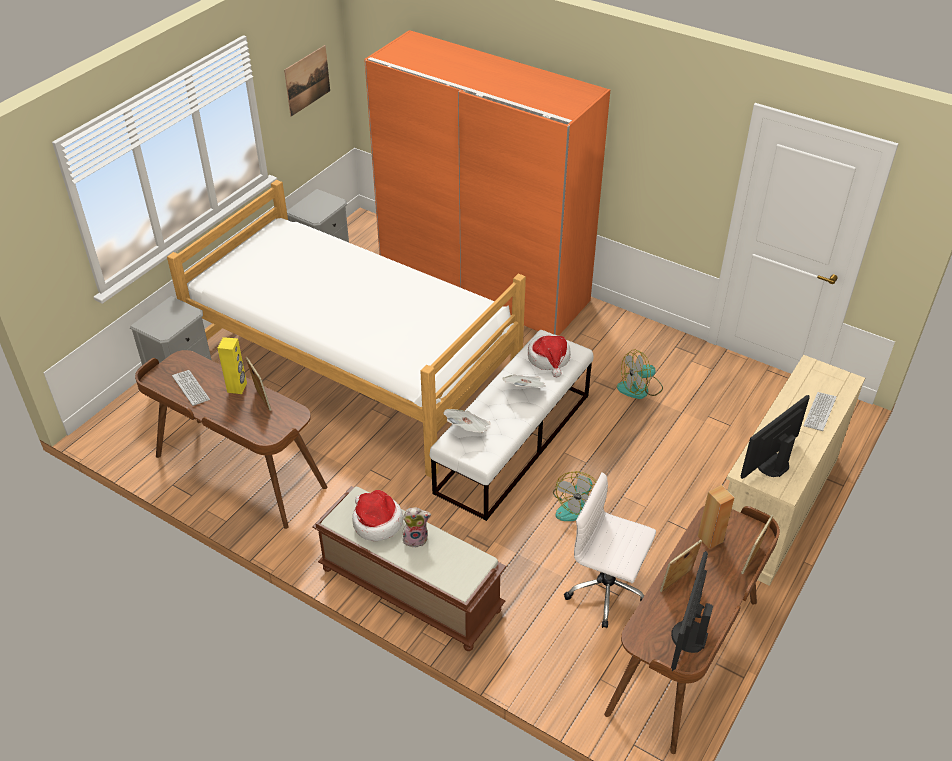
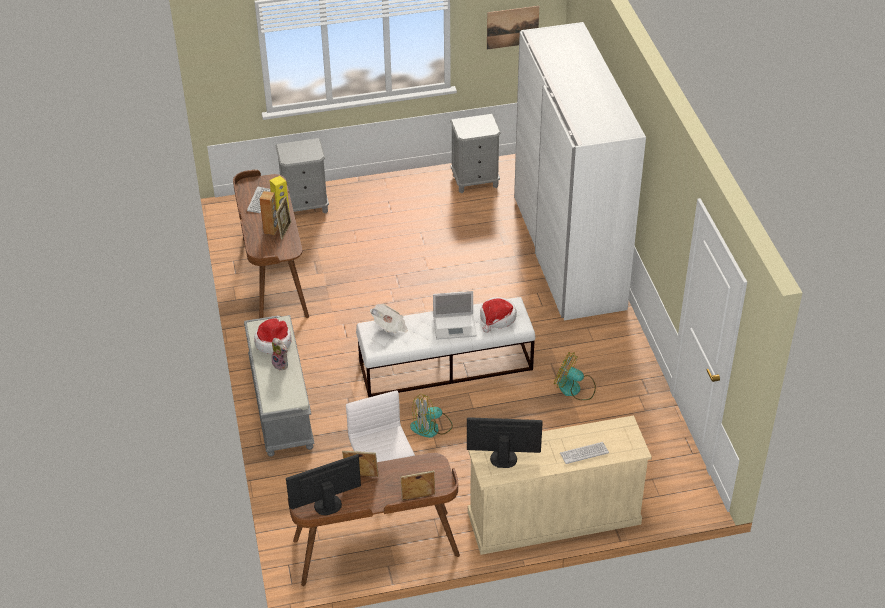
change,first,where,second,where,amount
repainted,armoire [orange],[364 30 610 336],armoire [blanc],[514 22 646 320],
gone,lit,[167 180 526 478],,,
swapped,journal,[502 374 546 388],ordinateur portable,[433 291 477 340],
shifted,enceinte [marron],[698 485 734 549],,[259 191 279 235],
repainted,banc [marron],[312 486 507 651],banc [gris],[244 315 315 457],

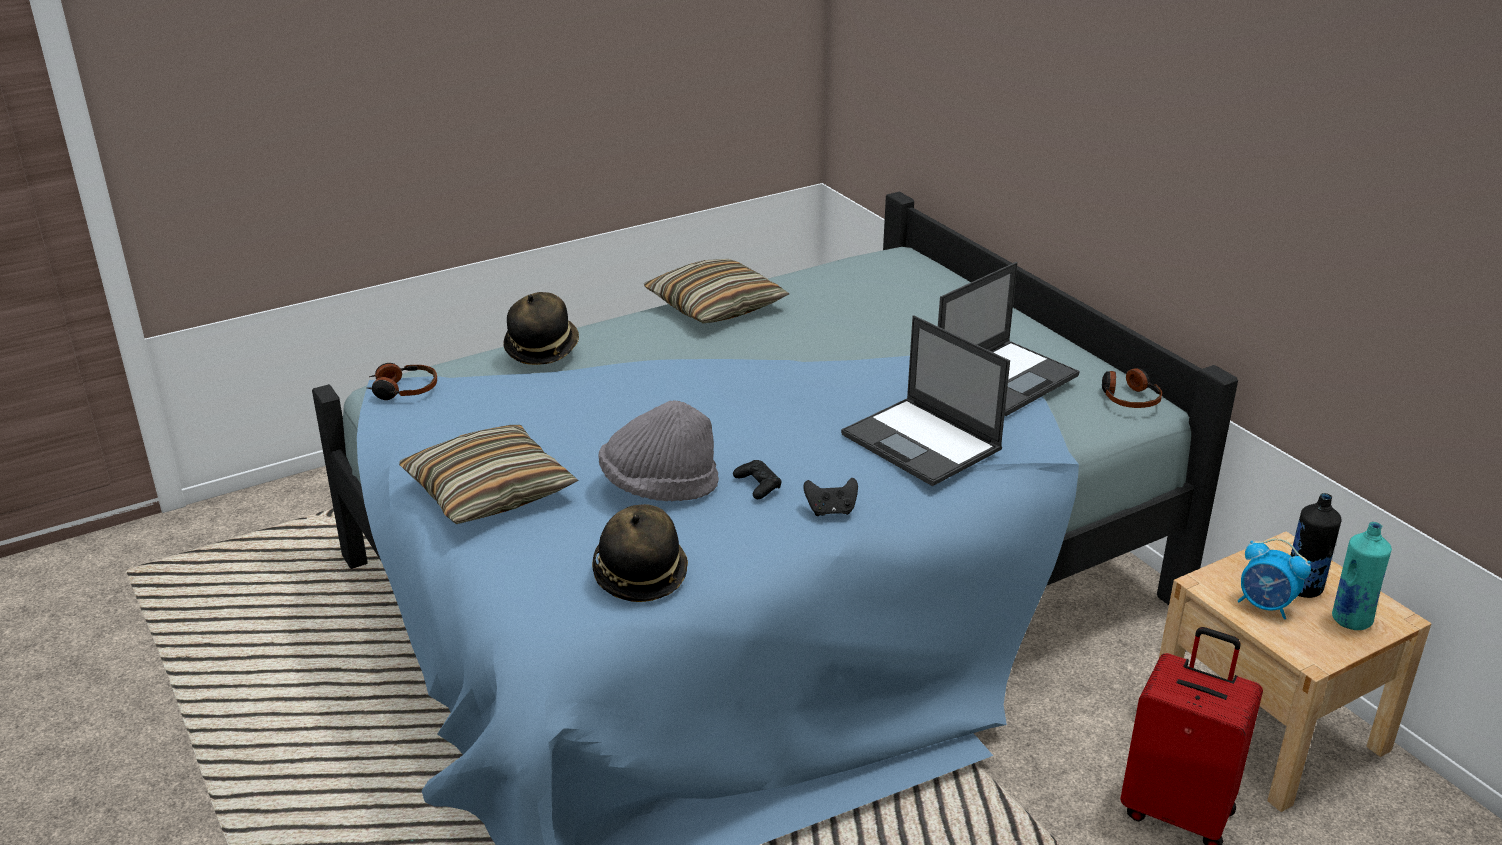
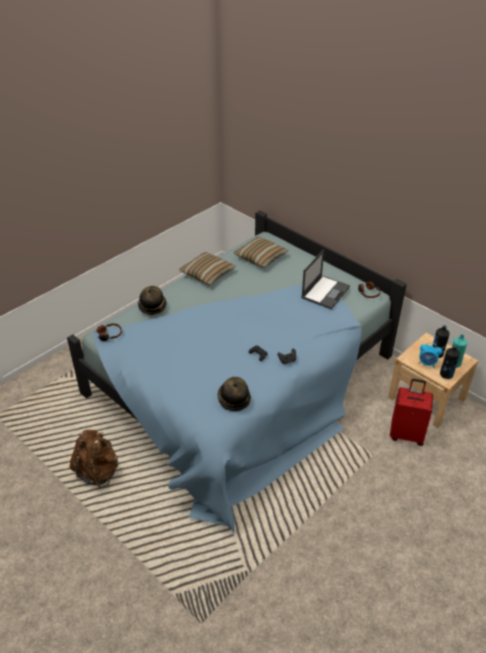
change,first,where,second,where,amount
gone,ordinateur portable,[841 315 1010 486],,,
gone,chapeau [gris],[599 400 719 501],,,
shifted,coussin,[399 425 579 524],,[234 237 288 268],
new,,,bouteille [noir],[440 345 460 379],
new,,,sac à dos [marron],[70 430 118 488],

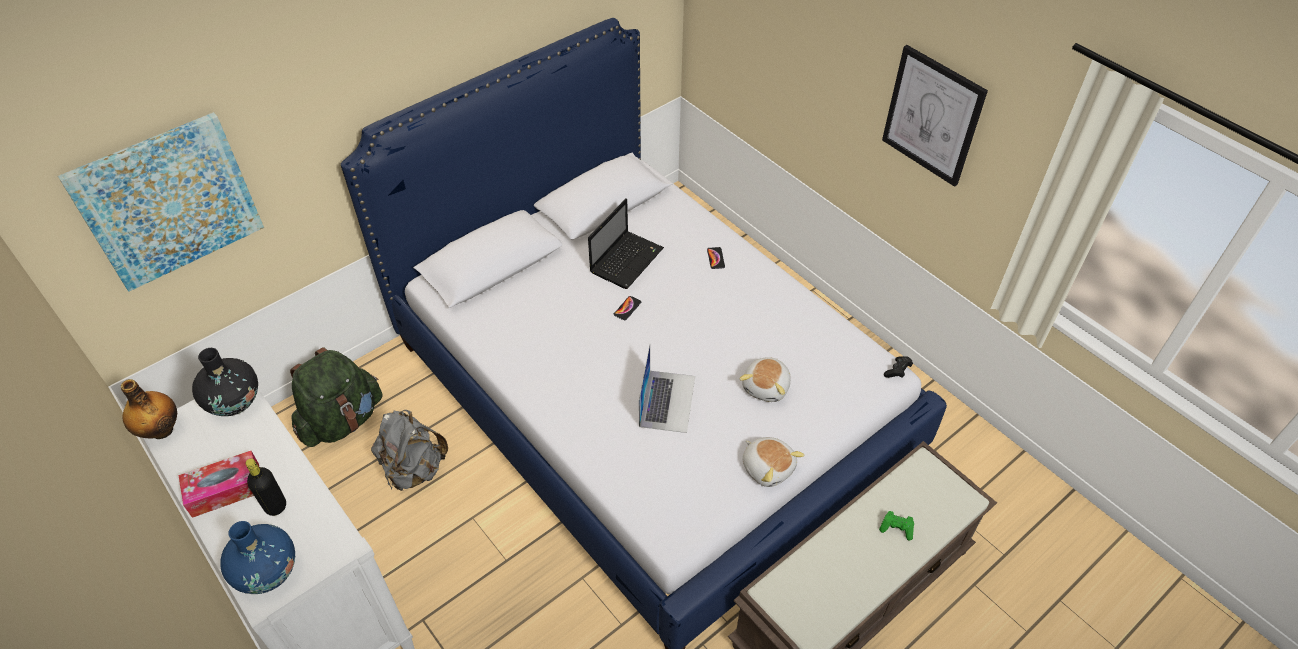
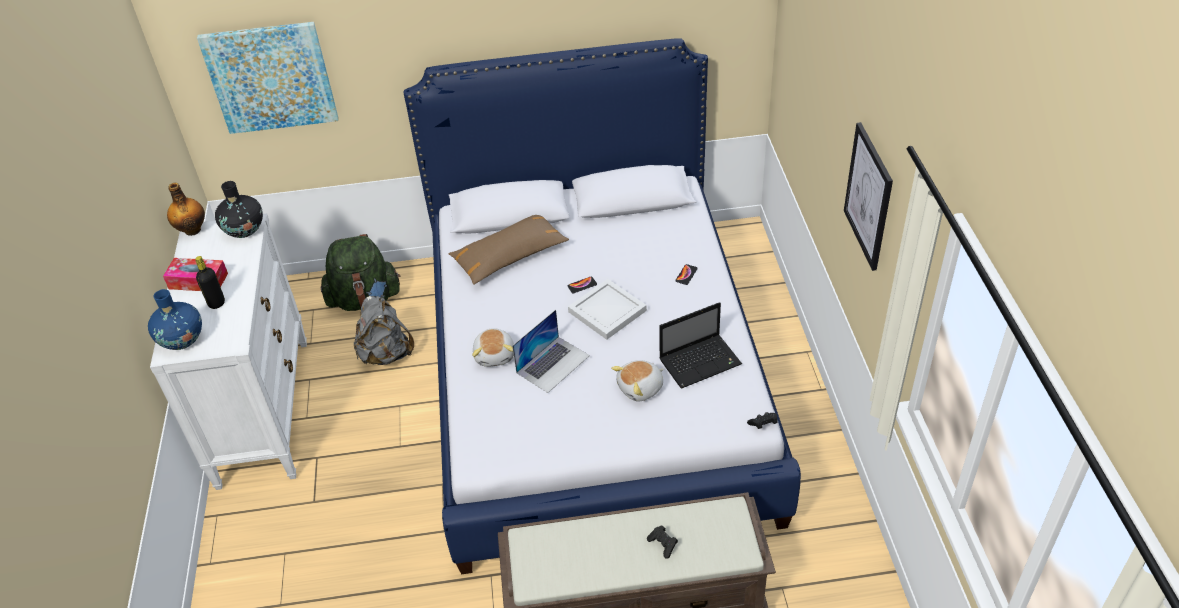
change,first,where,second,where,amount
shifted,ordinateur portable,[588 199 664 289],,[659 302 742 388],
shifted,peluche,[743 437 805 487],,[472 328 514 367],
repainted,manette [vert],[879 511 914 540],manette [noir],[647 525 678 559],
new,,,coussin [marron],[449 215 569 285],
new,,,plateau [blanc],[568 279 647 340],

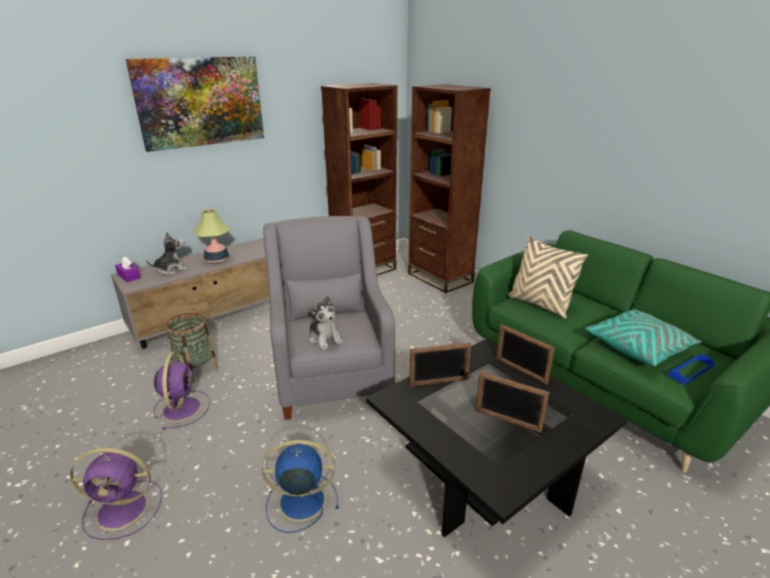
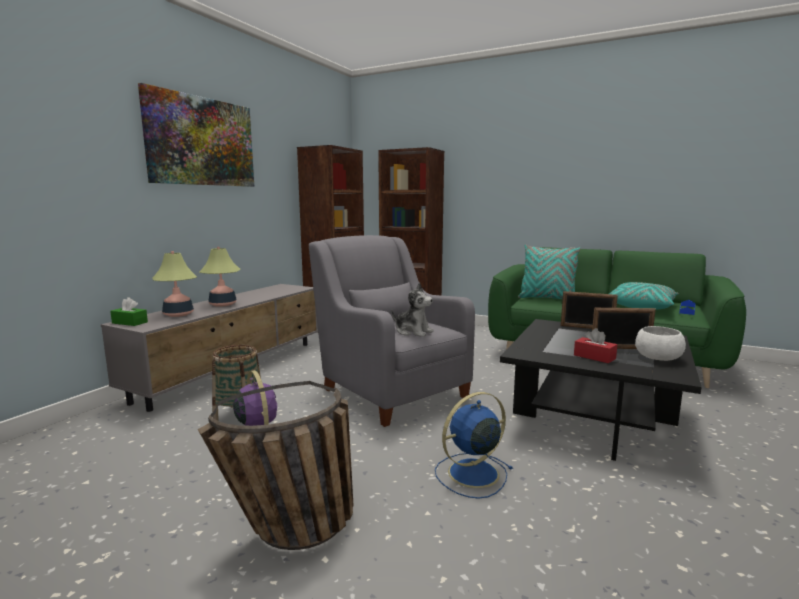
change,first,where,second,where,amount
swapped,peluche,[146 232 188 275],lampe de table,[152 251 197 317],
repainted,coussin [beige],[508 236 588 318],coussin [turquoise],[518 245 581 299],
repainted,boîte à mouchoirs [violet],[115 257 140 282],boîte à mouchoirs [vert],[110 297 148 326],
gone,cadre photo,[409 342 471 387],,,
swapped,ventilateur [violet],[70 448 162 540],panier,[198 381 354 550],
new,,,bol [blanc],[635 326 686 361],
new,,,boîte à mouchoirs [rouge],[574 328 617 363],

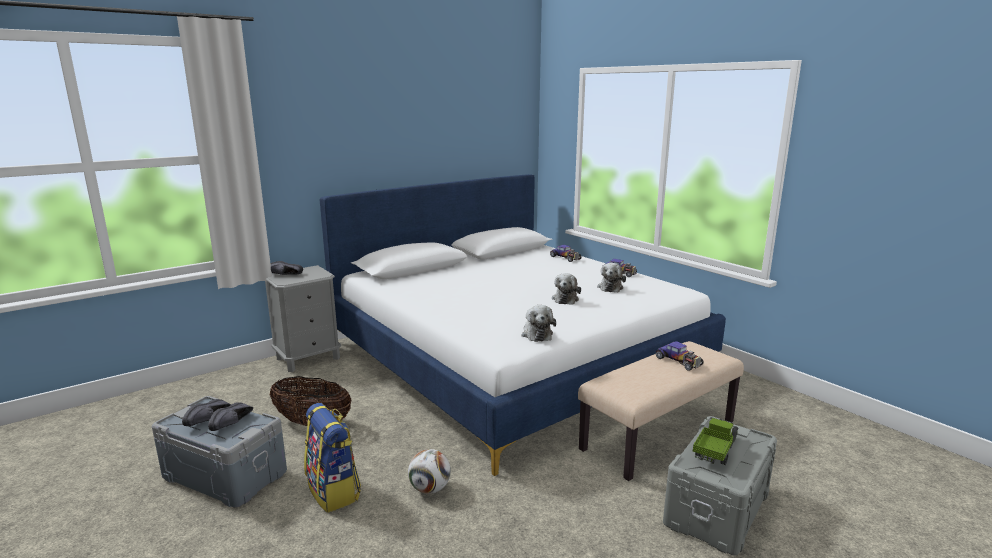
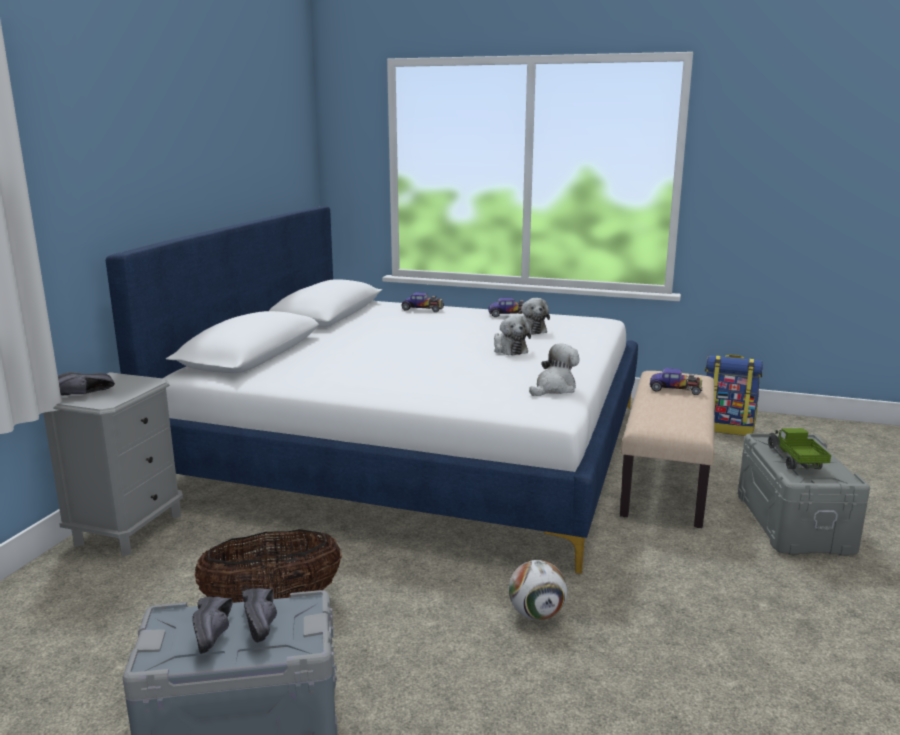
change,first,where,second,where,amount
rotated,peluche,[521 305 556 342],,[529 343 579 396],90 degrees counterclockwise
shifted,sac à dos,[304 403 361 513],,[705 355 763 436],

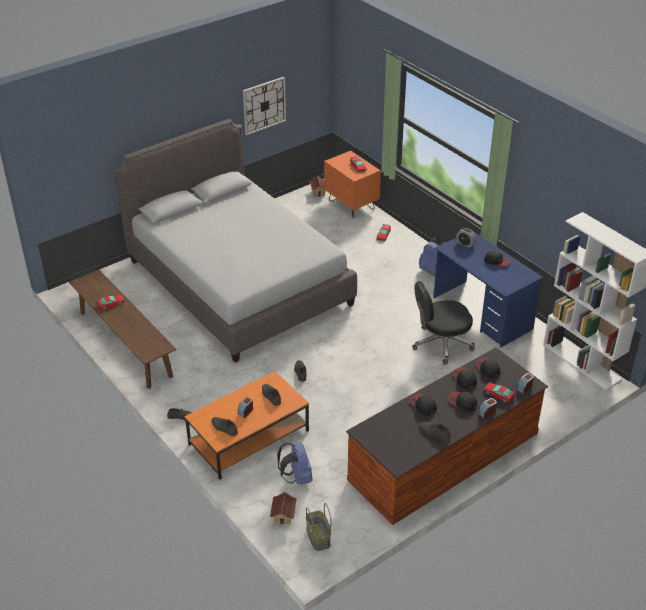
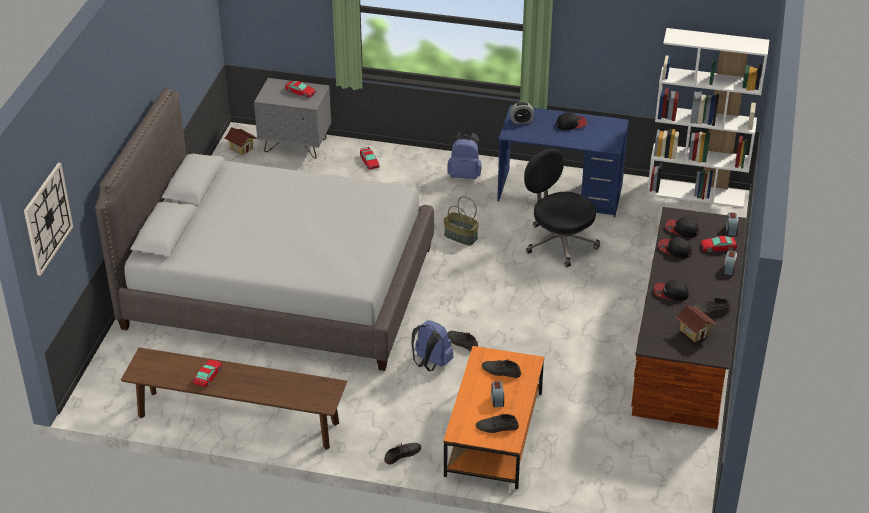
change,first,where,second,where,amount
shifted,horloge murale,[243 77 286 136],,[24 163 73 276],
repainted,table de chevet [orange],[324 151 381 218],table de chevet [gris],[254 78 331 159],
rotated,chaise de bureau [noir],[412 281 475 365],,[524 148 600 267],105 degrees clockwise
gone,casquette,[448 391 477 412],,,
shifted,sac à dos [bleu],[277 442 313 484],,[412 320 453 371],
shifted,maison miniature,[270 492 297 525],,[676 305 717 342],
shifted,panier,[306 503 332 551],,[444 196 479 246],

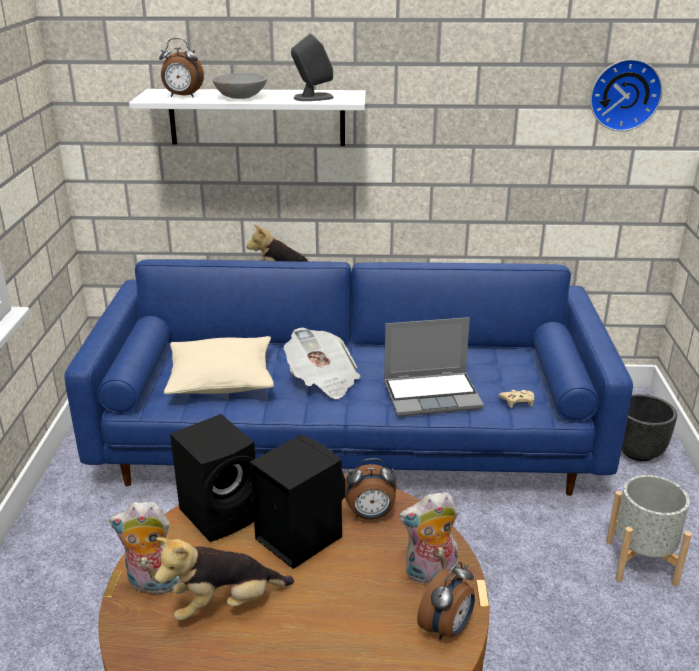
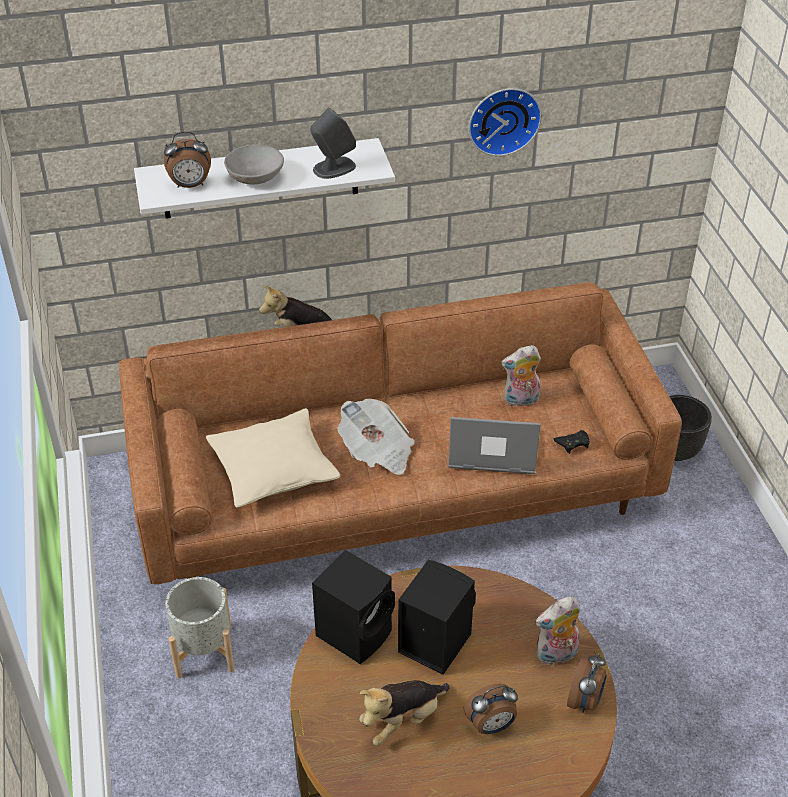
change,first,where,second,where,amount
shifted,horloge murale,[590 59 663 131],,[469 88 542 156],
repainted,canapé [bleu],[64 259 633 496],canapé [marron],[119 282 682 584],
rotated,ordinateur portable,[384 317 484 416],,[448 417 541 474],150 degrees counterclockwise
repainted,manette [beige],[499 390 534 408],manette [noir],[554 430 590 454],
shifted,réveil,[345 458 396 519],,[464 684 518 734],
shifted,cache-pot [gris],[606 475 692 586],,[165 577 234 679],
shifted,peluche,[109 502 181 598],,[501 345 541 407],

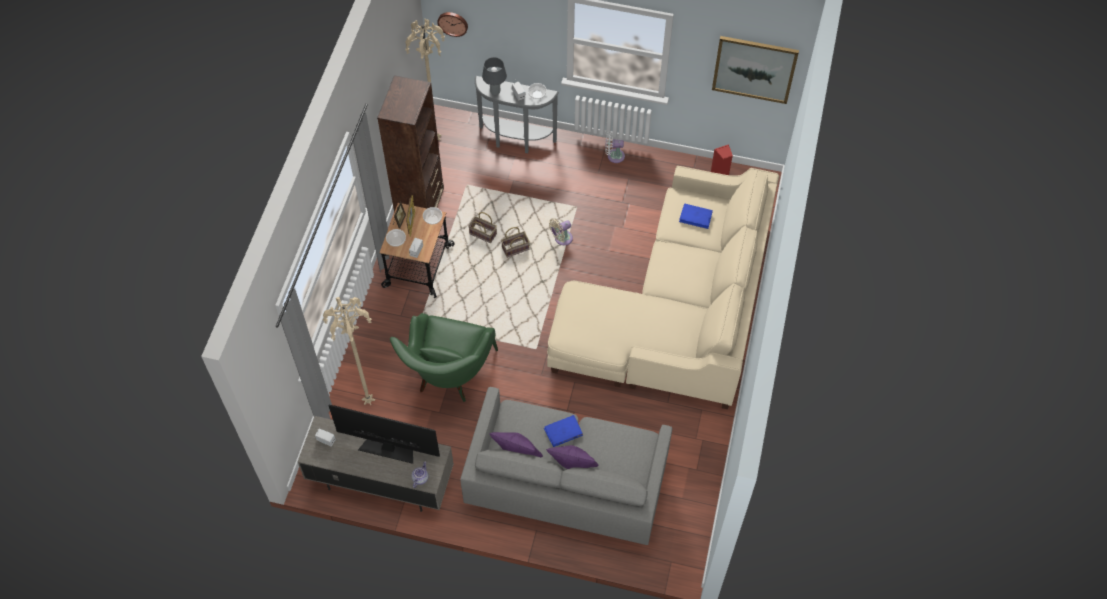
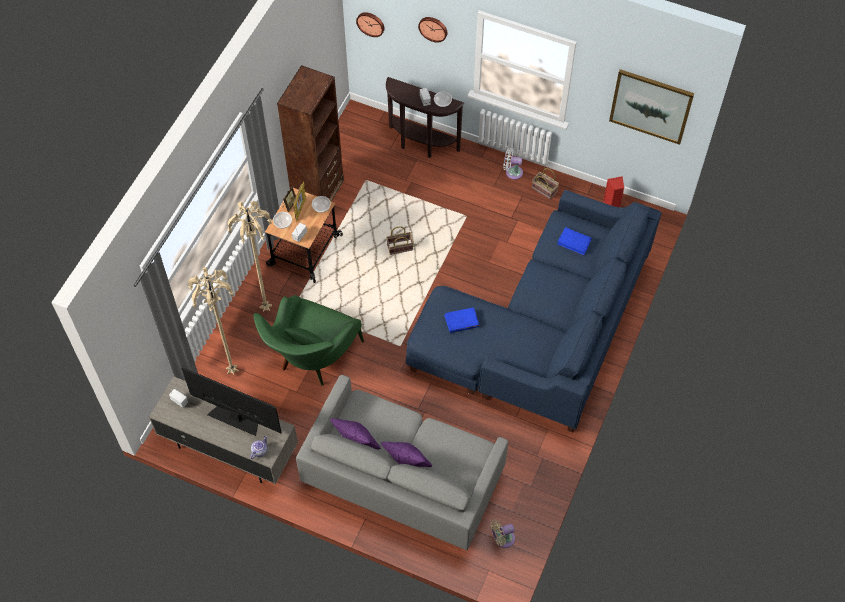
change,first,where,second,where,amount
shifted,lampadaire [beige],[405 19 445 141],,[227 201 272 312],
gone,lampe de table [gris],[482 57 507 95],,,
repainted,table console [gris],[475 76 559 153],table console [marron],[386 77 464 158],
repainted,canapé [beige],[547 166 779 409],canapé [bleu],[406 190 661 433],
shifted,panier,[468 212 497 243],,[532 168 559 199],
shifted,ventilateur [beige],[549 218 573 245],,[491 520 515 548],
shifted,livre [bleu],[544 415 583 447],,[444 307 479 333],
new,,,horloge murale,[418 17 448 42],

